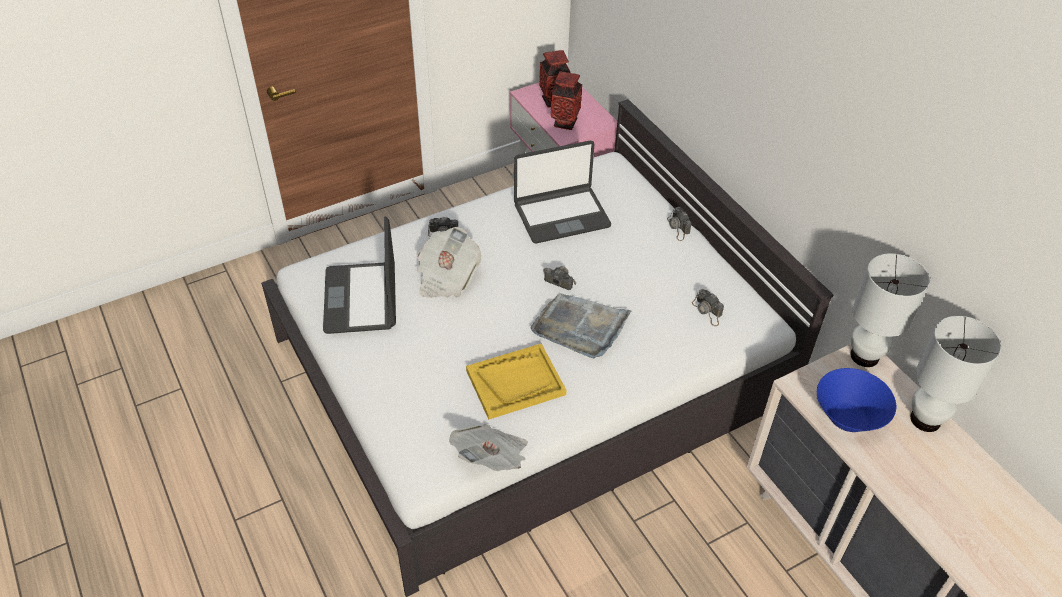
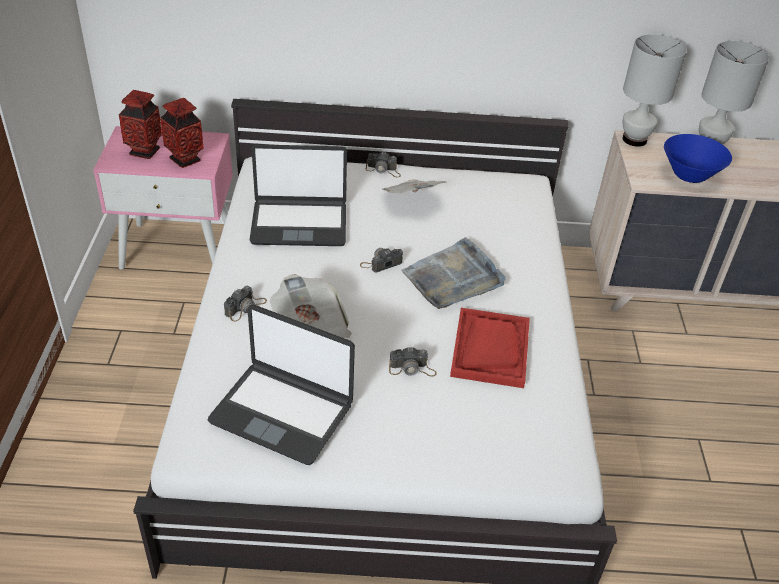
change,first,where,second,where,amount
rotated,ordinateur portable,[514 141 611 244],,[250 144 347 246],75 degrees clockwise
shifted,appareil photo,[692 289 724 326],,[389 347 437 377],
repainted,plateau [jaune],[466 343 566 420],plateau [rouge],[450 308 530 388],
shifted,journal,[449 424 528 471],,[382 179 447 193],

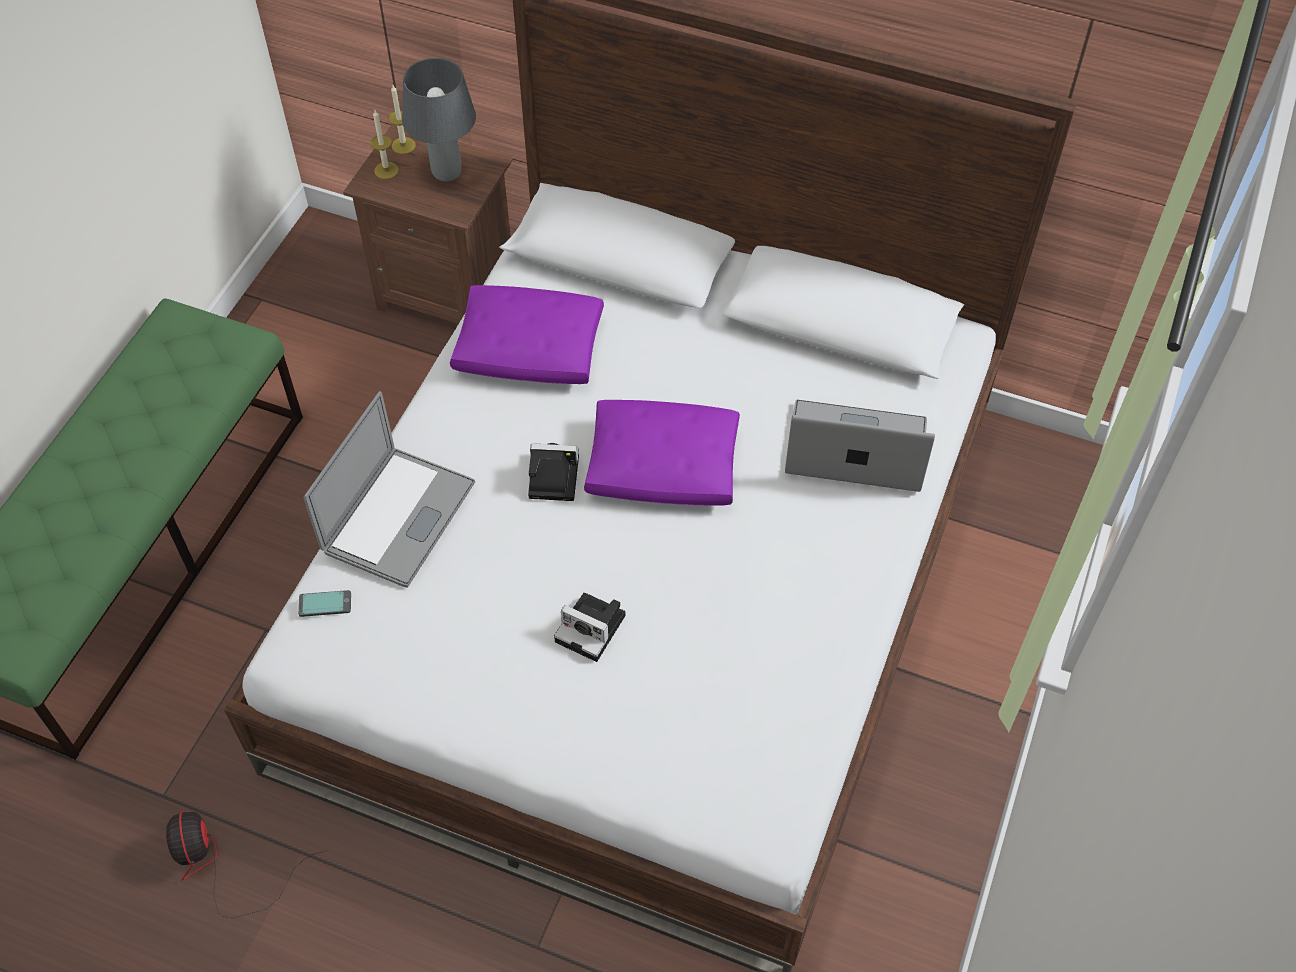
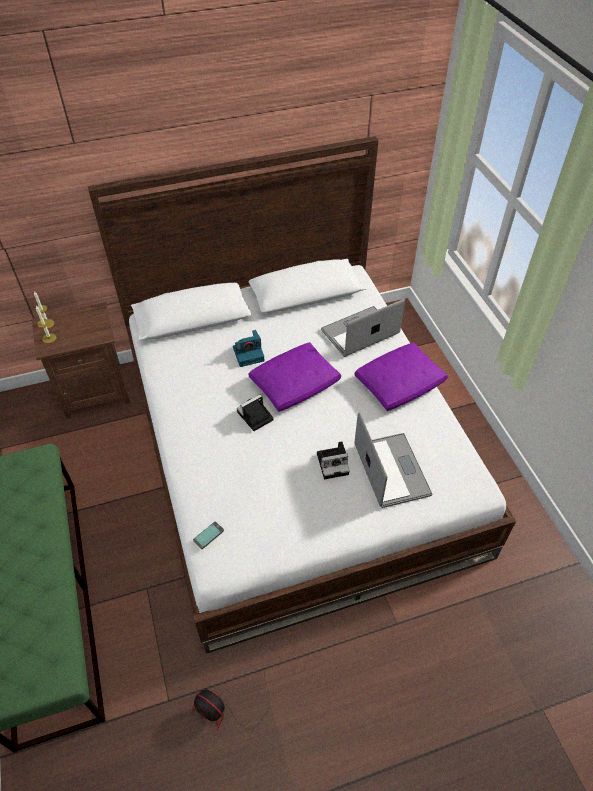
change,first,where,second,where,amount
gone,lampe de table [gris],[402 58 476 182],,,
shifted,coussin [violet],[450 285 604 384],,[355 343 448 411],
shifted,ordinateur portable,[304 391 475 588],,[354 412 432 508],
new,,,appareil photo,[233 330 264 367],

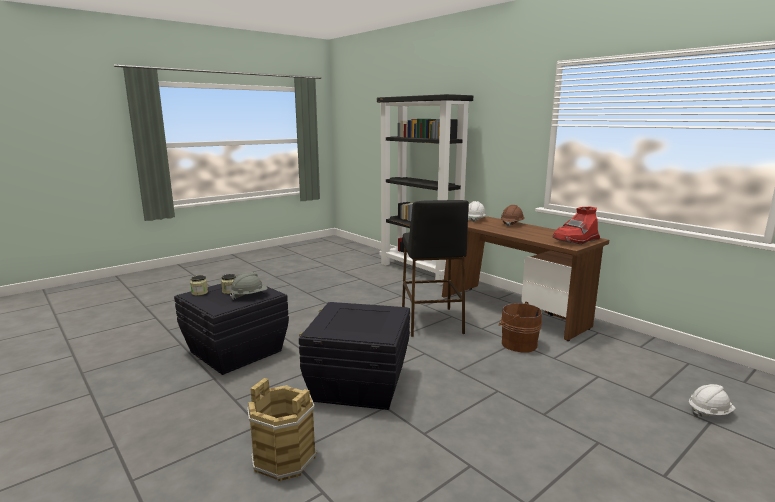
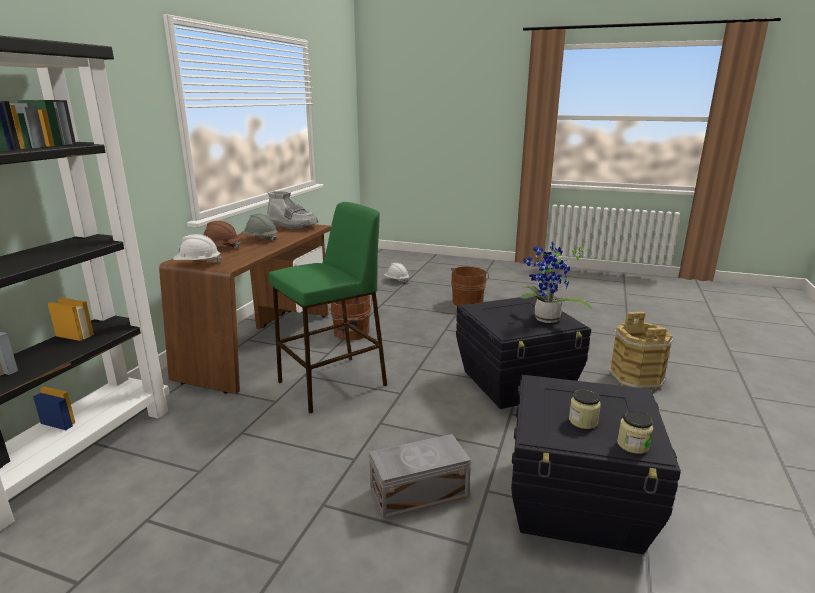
change,first,where,second,where,amount
repainted,tabouret [noir],[402 200 469 337],tabouret [vert],[269 202 387 413],
repainted,botte [rouge],[552 207 600 245],botte [gris],[267 191 318 230],
shifted,casque de chantier [gris],[230 272 268 300],,[241 214 277 241],
new,,,plante en pot,[521 241 592 323],
new,,,seau [marron],[451 266 489 306],
new,,,boîte de rangement [gris],[369 434 471 519],

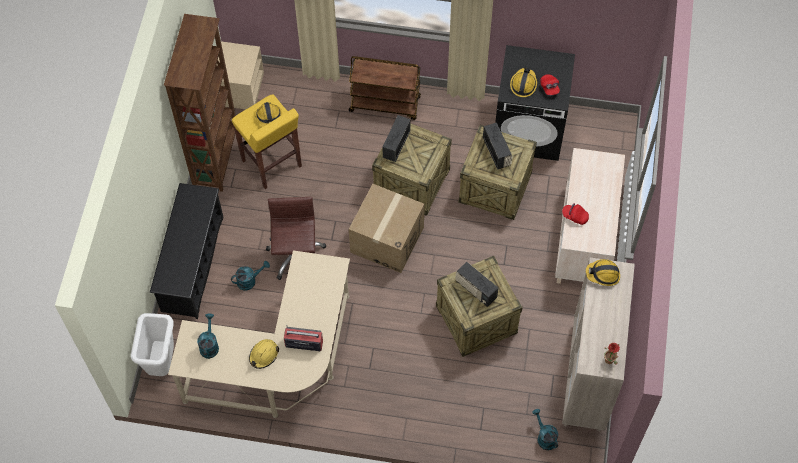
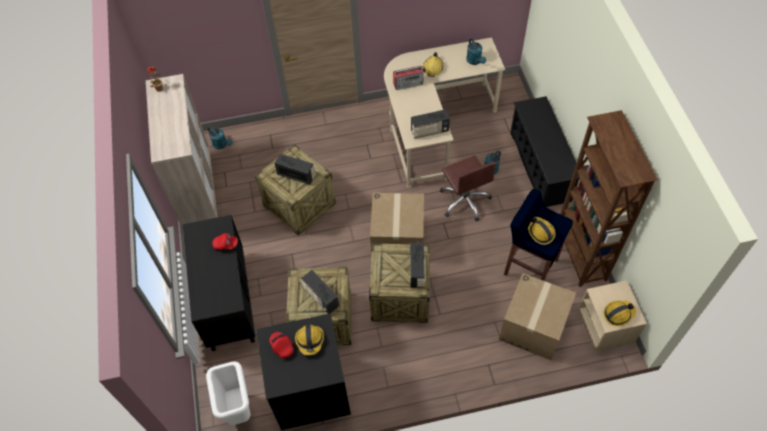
change,first,where,second,where,amount
gone,chariot [marron],[349 56 421 120],,,
repainted,tabouret [jaune],[232 94 302 189],tabouret [bleu],[504 189 573 281],
repainted,commode [beige],[555 148 625 284],commode [noir],[183 215 255 351],
shifted,casque de chantier,[586 259 620 286],,[603 301 636 327],
shifted,poubelle [blanc],[131 313 174 376],,[206 361 250 425],
new,,,radio,[411 109 450 139],
new,,,carton,[499 273 576 360],

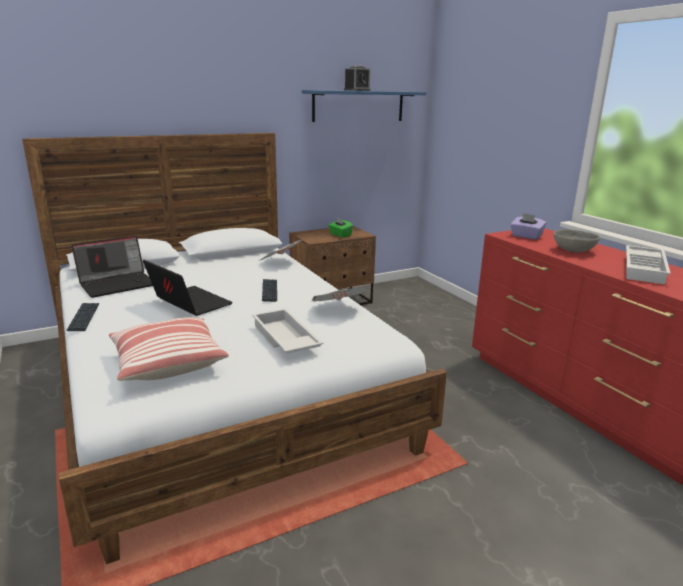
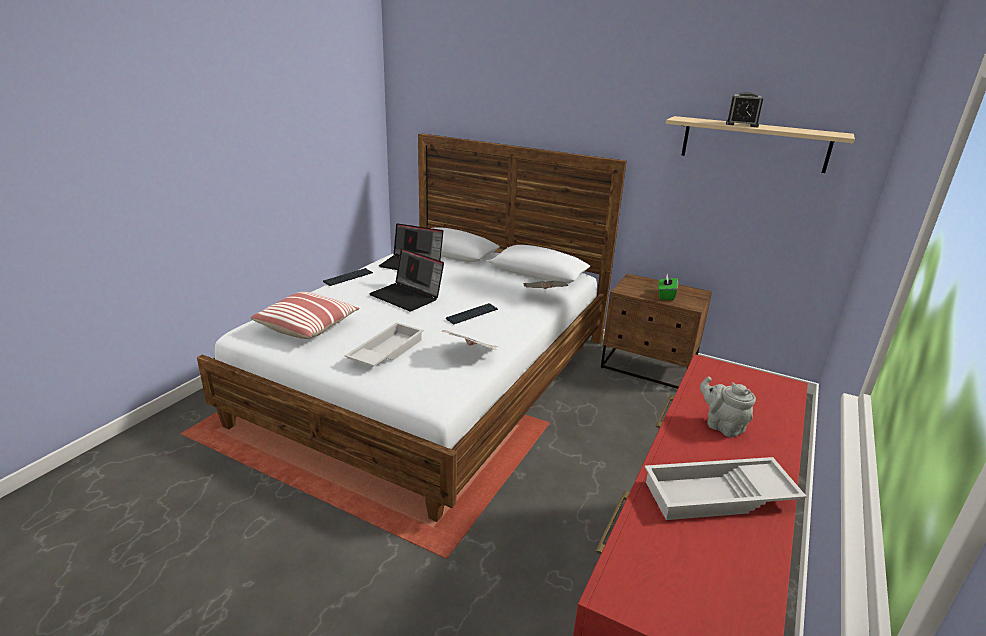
change,first,where,second,where,amount
repainted,étagère [bleu],[302 90 426 122],étagère [beige],[666 116 855 173],
gone,boîte à mouchoirs [violet],[510 213 547 240],,,
swapped,bol [gris],[553 229 600 252],théière [gris],[700 376 756 437],
rotated,ordinateur portable,[143 260 233 316],,[369 248 444 311],120 degrees clockwise

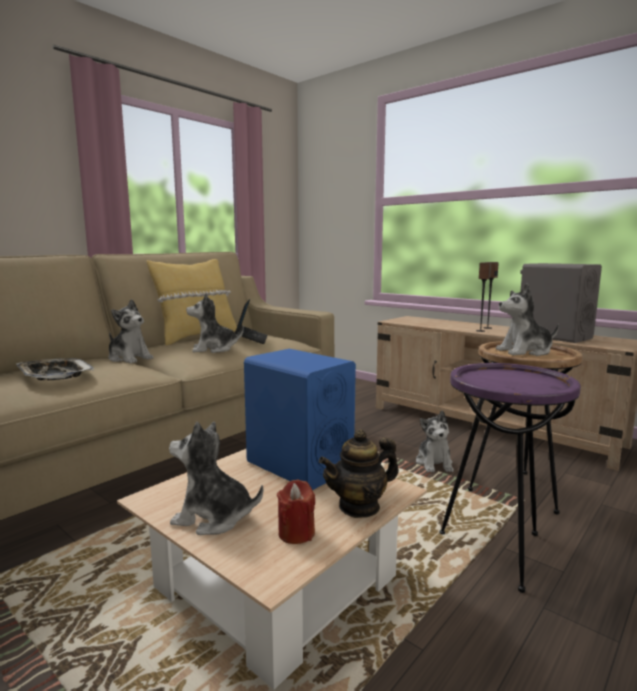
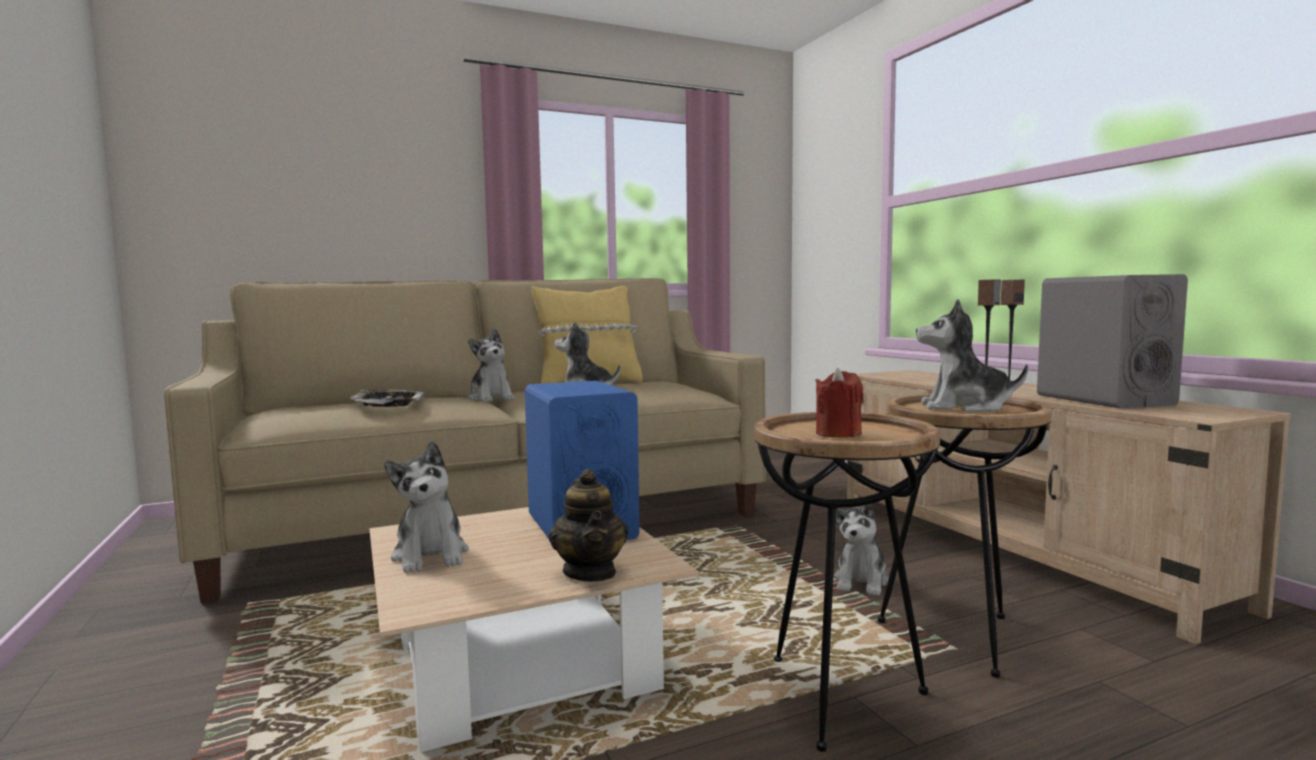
change,first,where,second,where,amount
gone,ordinateur portable,[234 299 267 344],,,
repainted,table d'appoint [violet],[439 363 581 593],table d'appoint [marron],[754 412 940 752],
rotated,peluche,[169 422 263 535],,[384 441 469 573],150 degrees counterclockwise
rotated,théière,[319 429 399 518],,[549 469 628 582],105 degrees counterclockwise
shifted,bougie [rouge],[277 480 315 544],,[815 368 863 438],

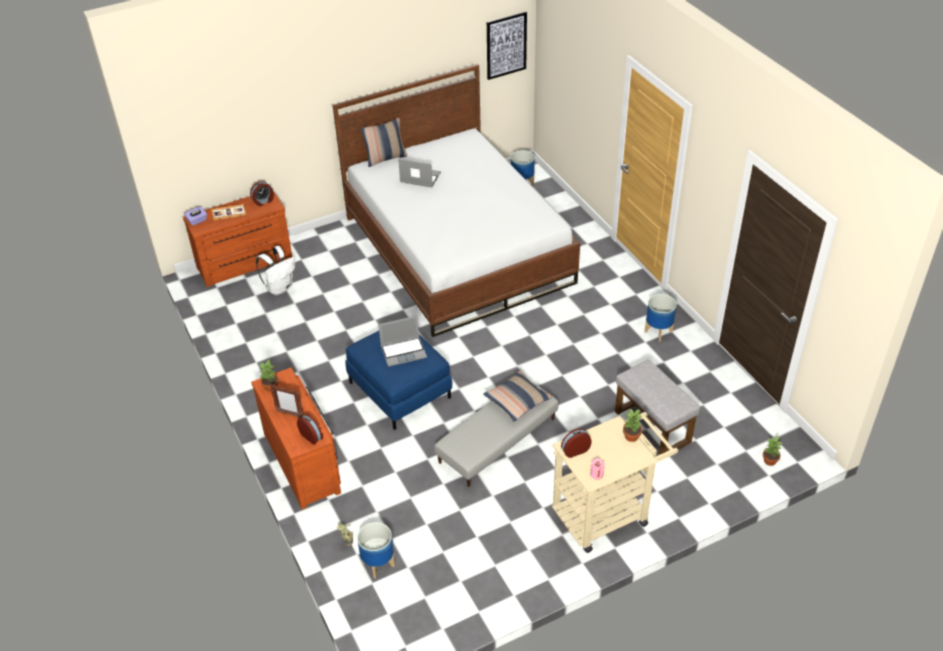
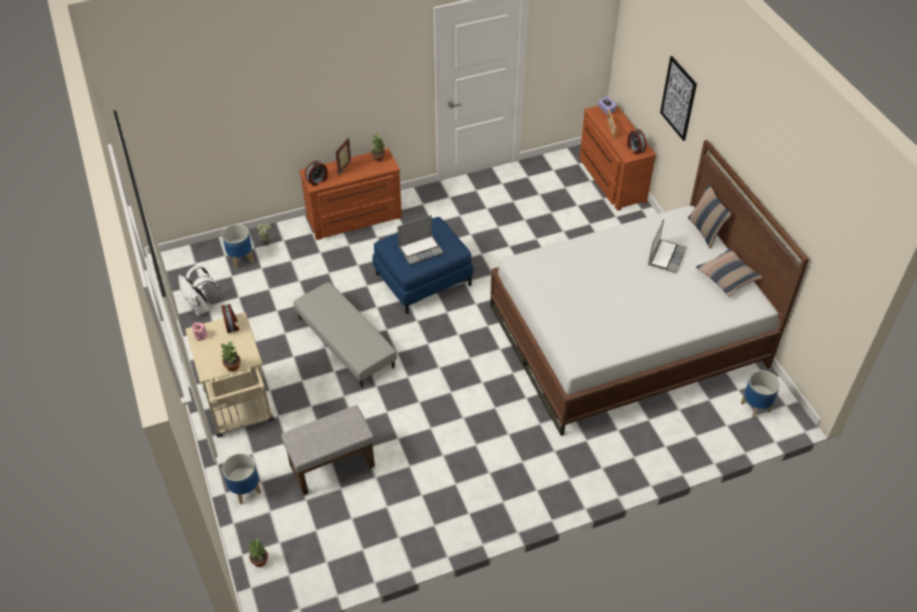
change,first,where,second,where,amount
shifted,tableau,[487 12 527 80],,[660 56 697 141],
shifted,sac à dos [blanc],[256 246 295 295],,[178 265 220 316],
shifted,cache-pot,[645 294 677 342],,[222 453 261 505],
rotated,ordinateur portable,[378 316 427 367],,[397 215 444 265],105 degrees counterclockwise
shifted,coussin,[483 371 552 422],,[696 249 762 297],

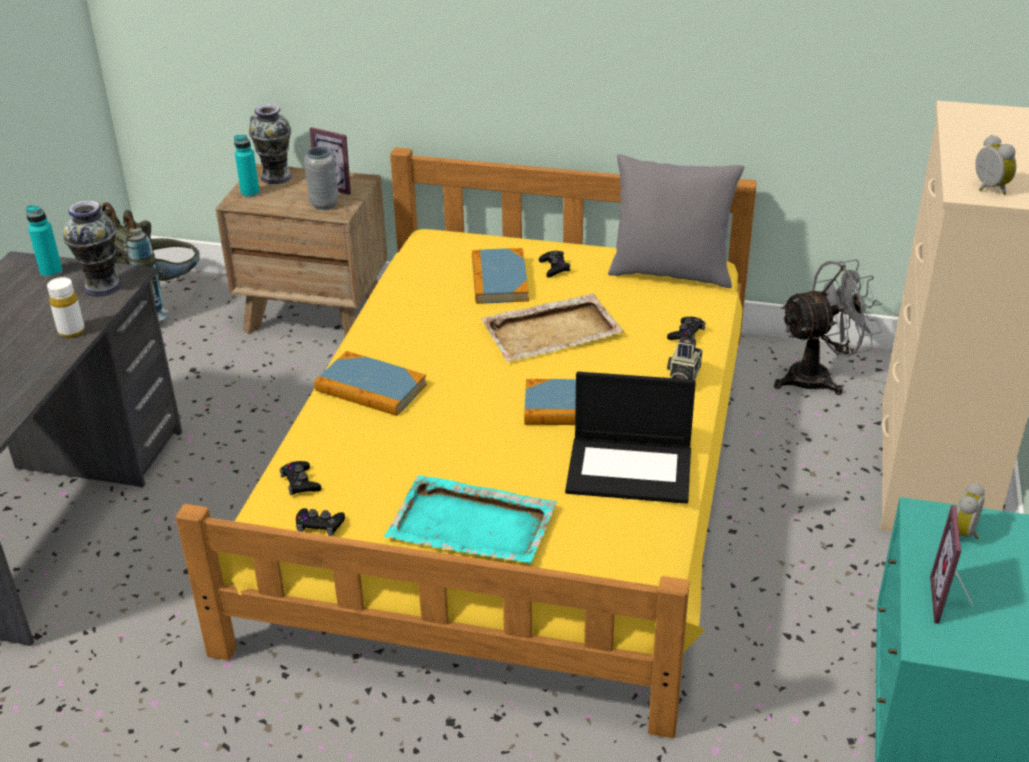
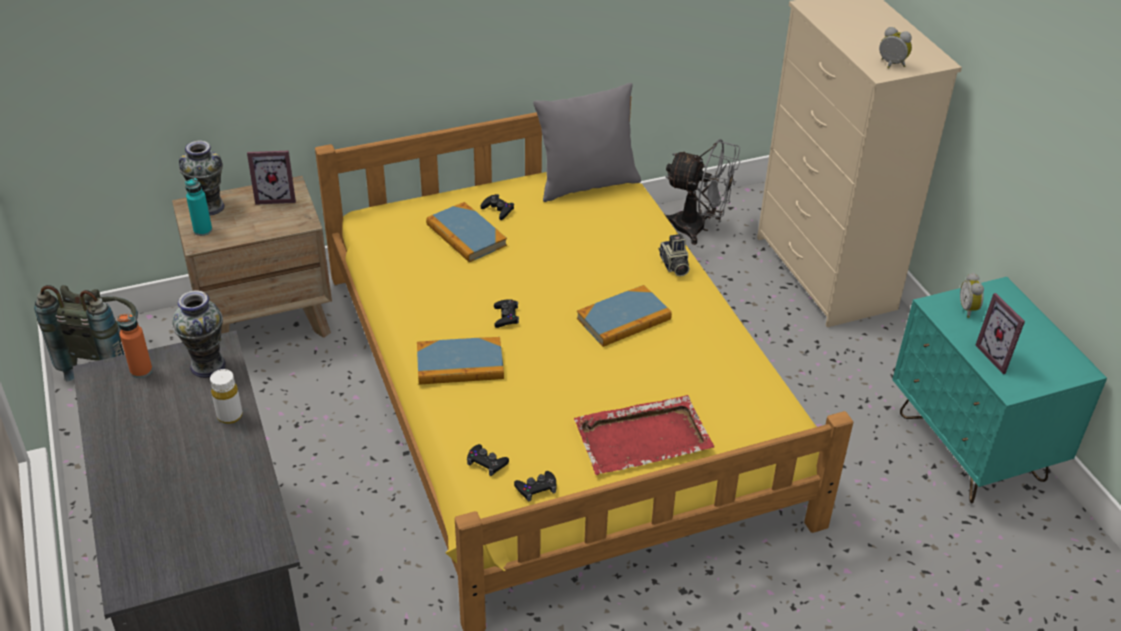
change,first,where,second,where,amount
gone,vase [gris],[304 147 339 210],,,
repainted,bouteille [turquoise],[26 205 63 278],bouteille [orange],[117 313 152 378],
rotated,ventilateur [gris],[774 259 883 395],,[664 139 740 245],75 degrees clockwise
gone,plateau [beige],[481 294 624 362],,,
shifted,manette [noir],[667 317 706 340],,[494 299 519 328],
gone,ordinateur portable,[565 372 696 504],,,
repainted,plateau [turquoise],[384 475 557 563],plateau [rouge],[574 395 714 475],

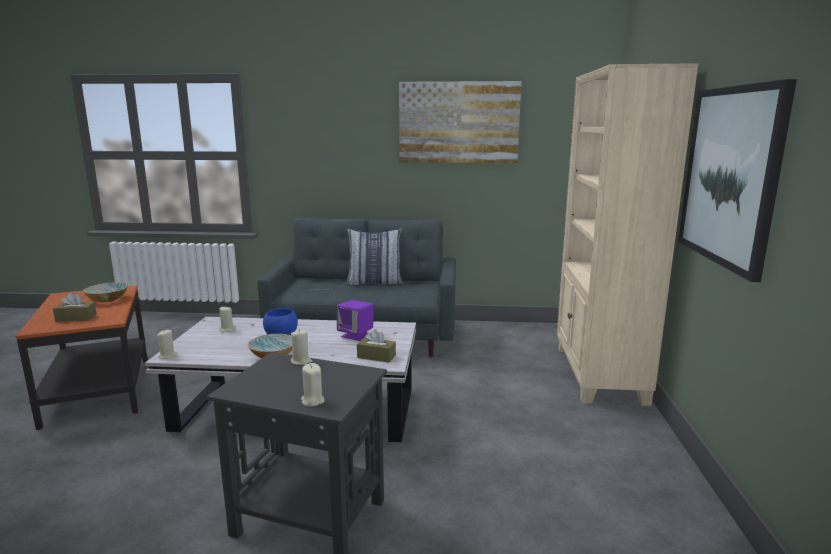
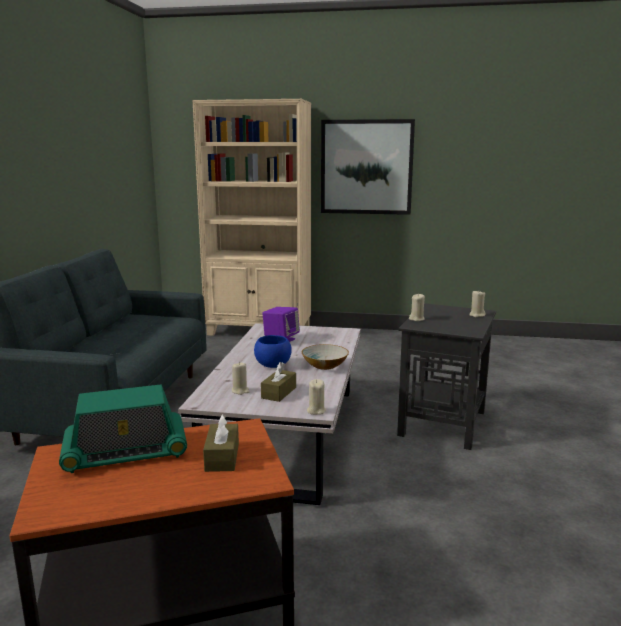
change,first,where,second,where,amount
gone,tableau,[399 81 521 163],,,
gone,coussin,[347 229 402 285],,,
swapped,bol,[83 282 128 303],radio,[59 384 187 473],
shifted,boîte à mouchoirs [marron],[357 329 396 363],,[261 362 296 402],

